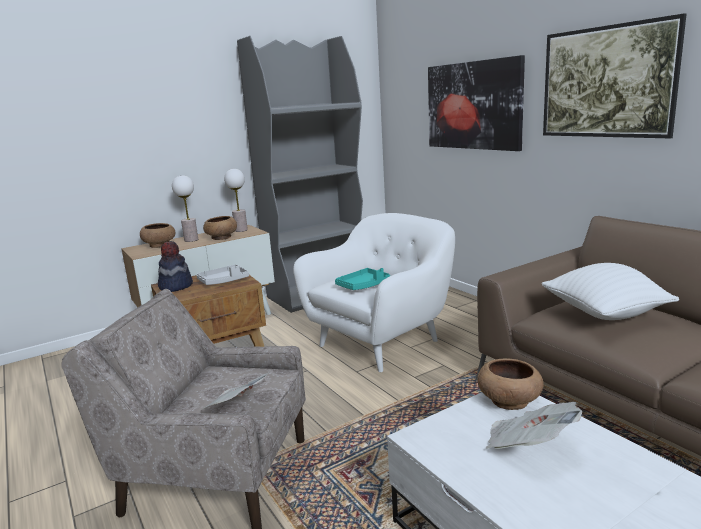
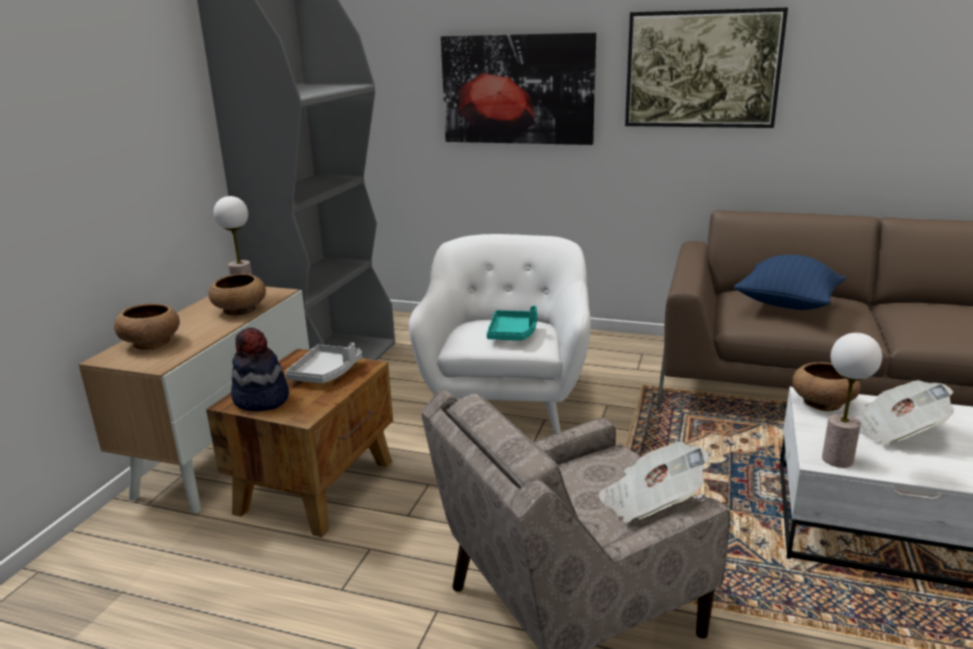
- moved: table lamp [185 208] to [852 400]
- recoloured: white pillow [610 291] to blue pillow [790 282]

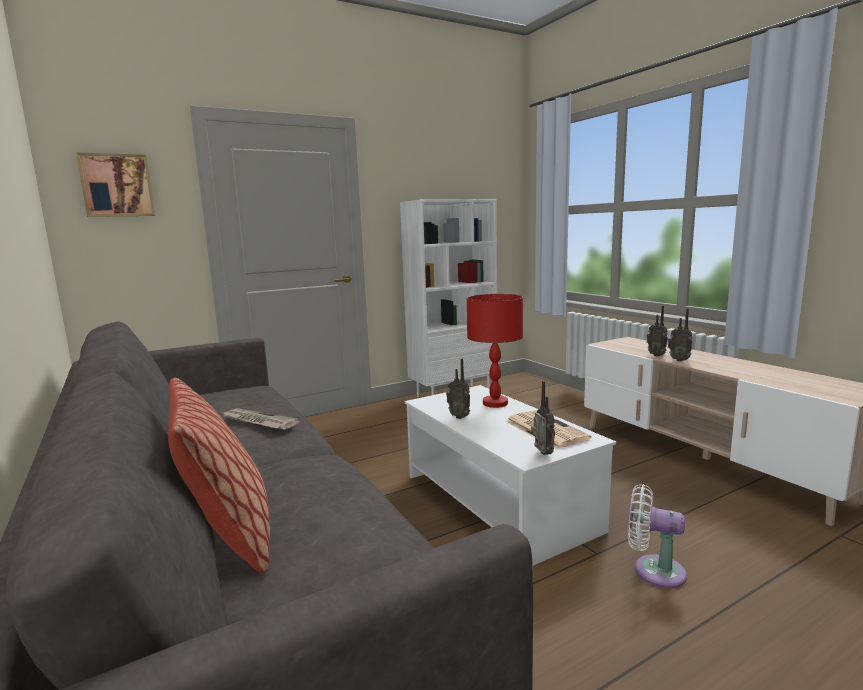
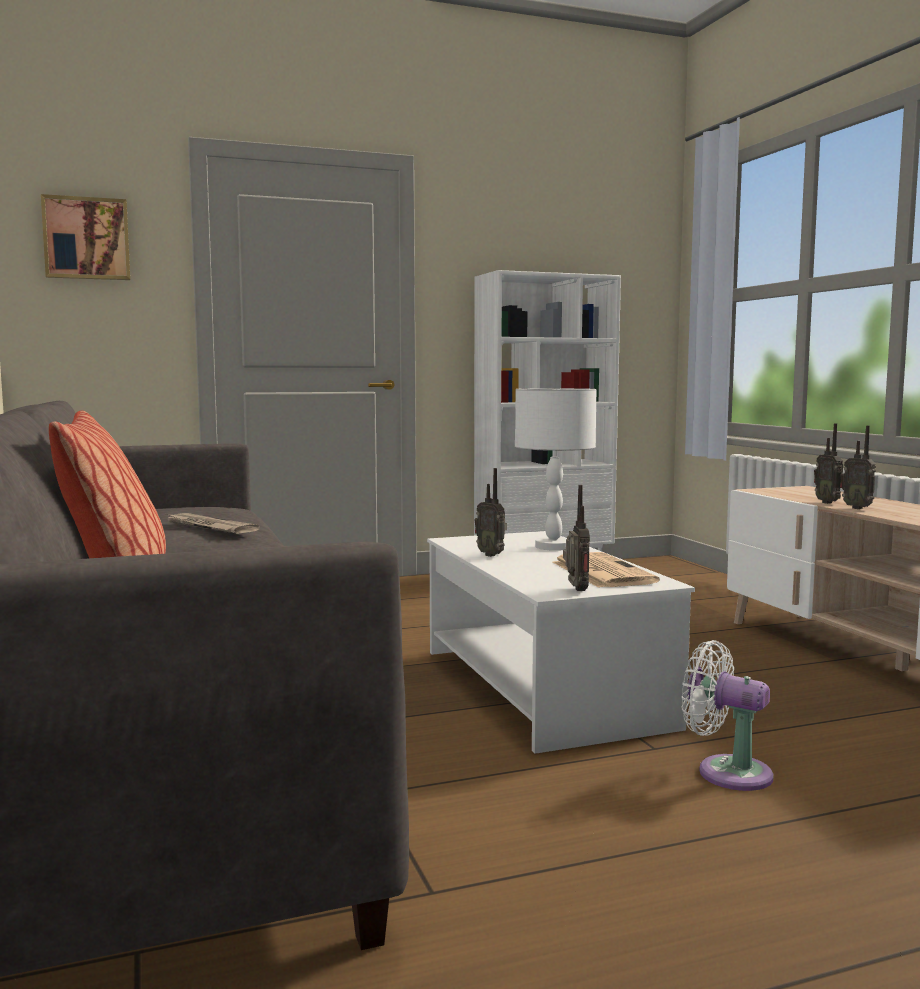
- recoloured: red table lamp [495 351] to white table lamp [556 469]

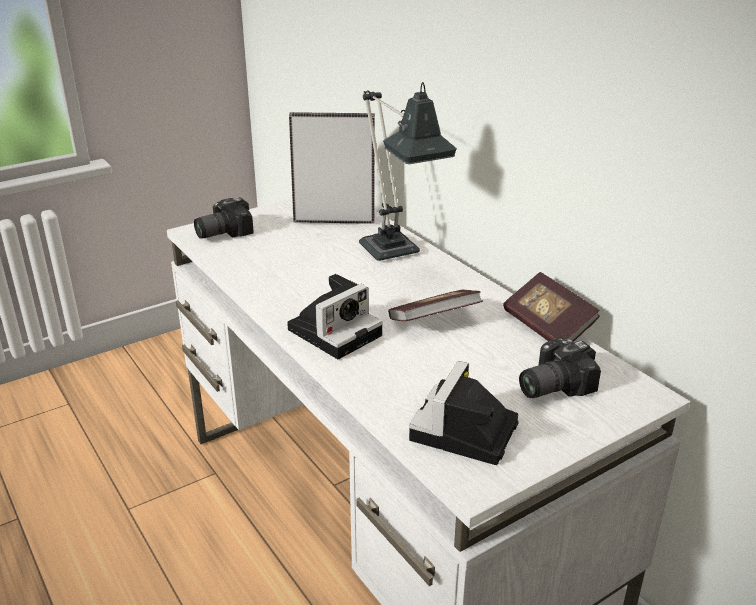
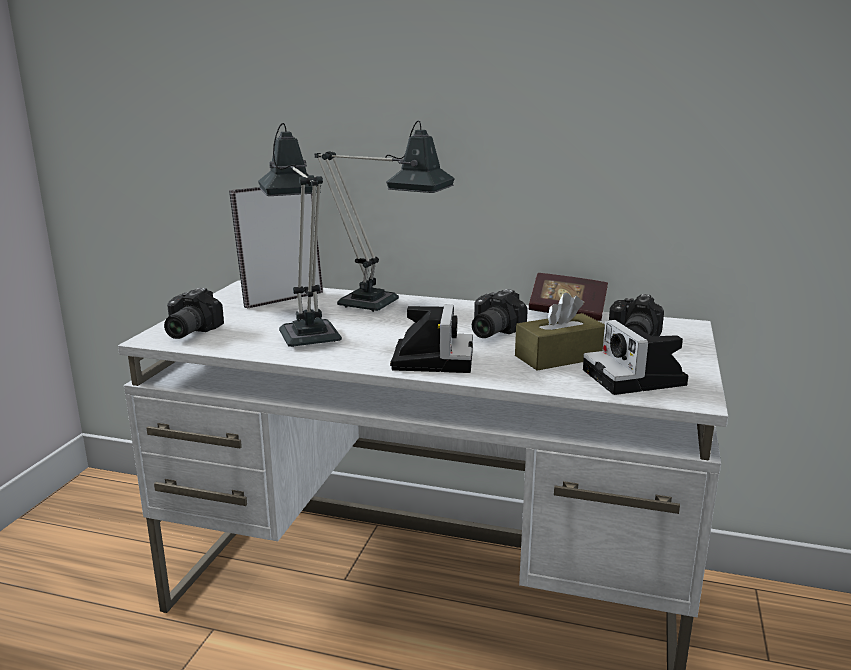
- replaced: book [435 305] to photo camera [500 313]
- added: table lamp [300 235]
- added: brown tissue box [560 331]

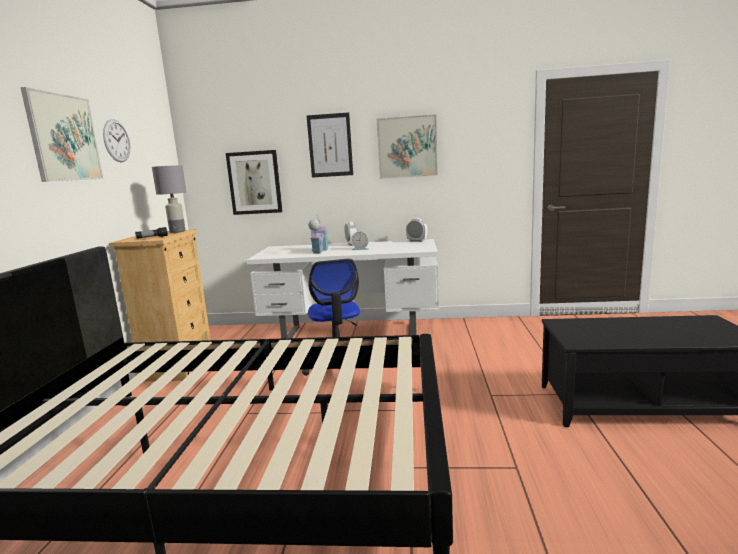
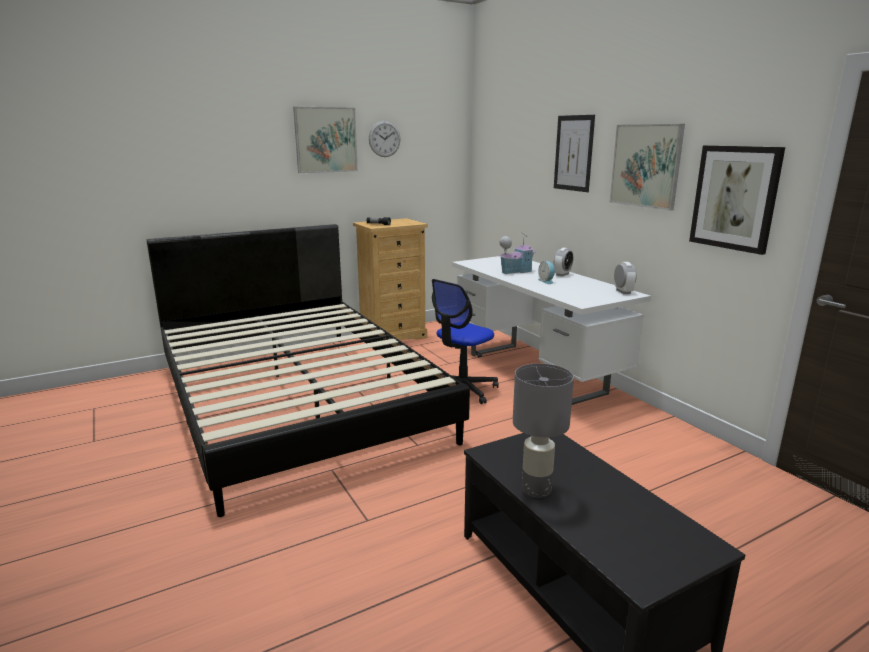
- moved: picture [254 182] to [737 200]
- moved: grey table lamp [169 199] to [543 430]

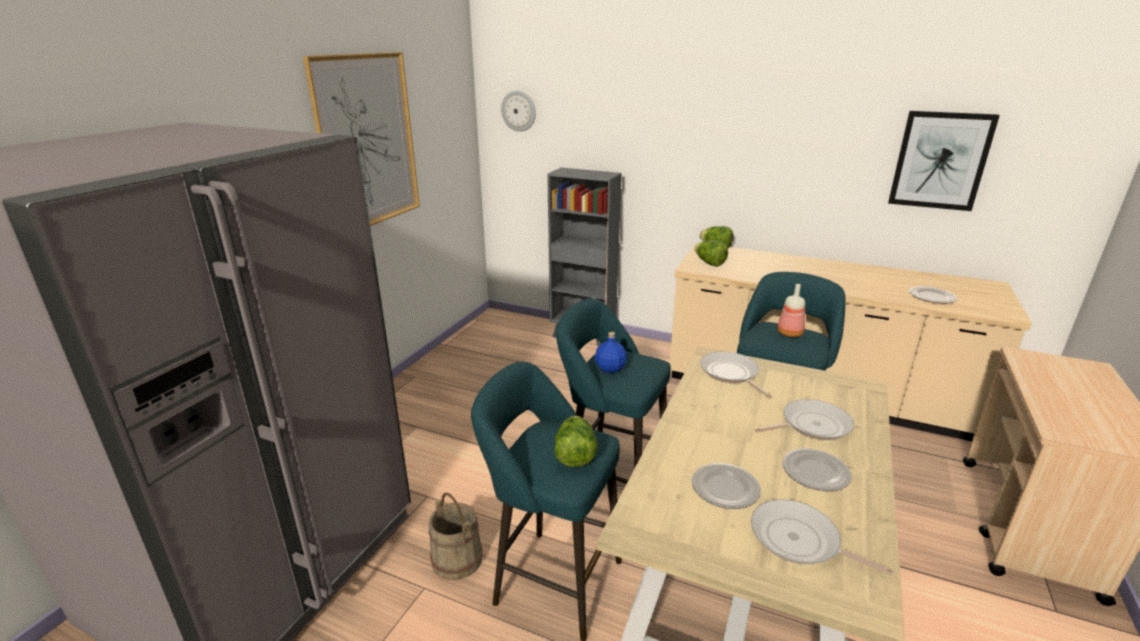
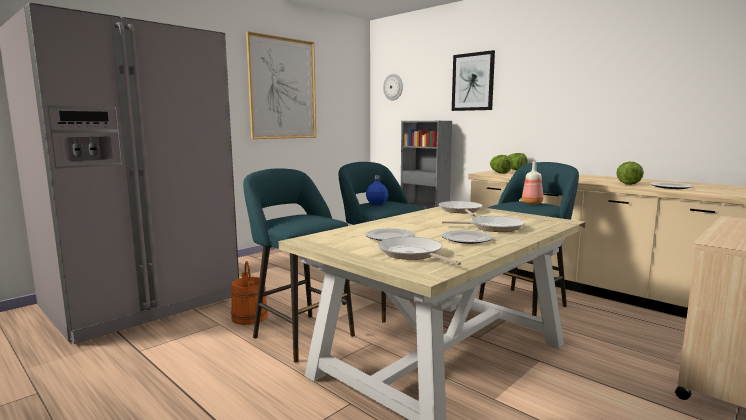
- moved: picture [944 161] to [473 80]
- moved: lettuce [576 441] to [630 173]
- recoloured: beige bucket [456 536] to orange bucket [249 293]

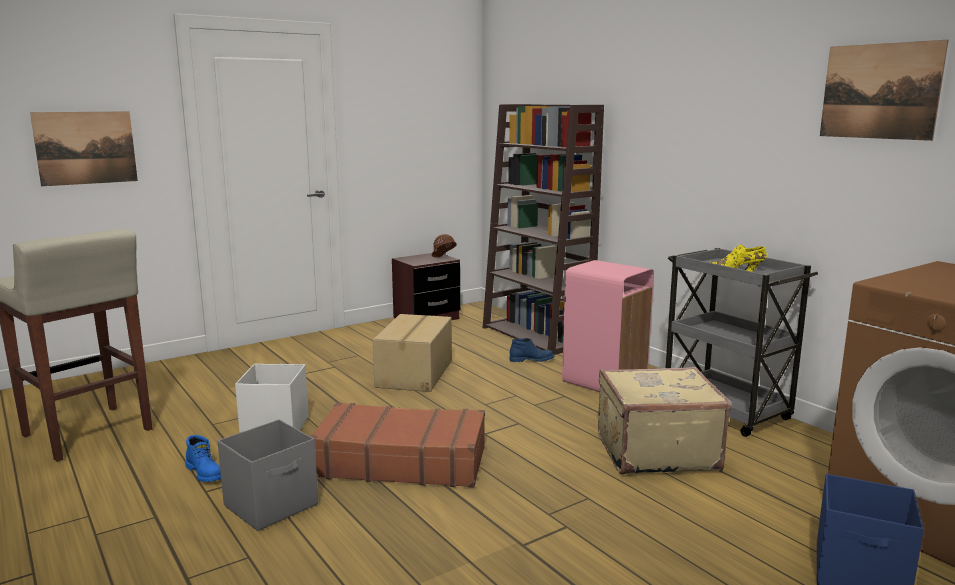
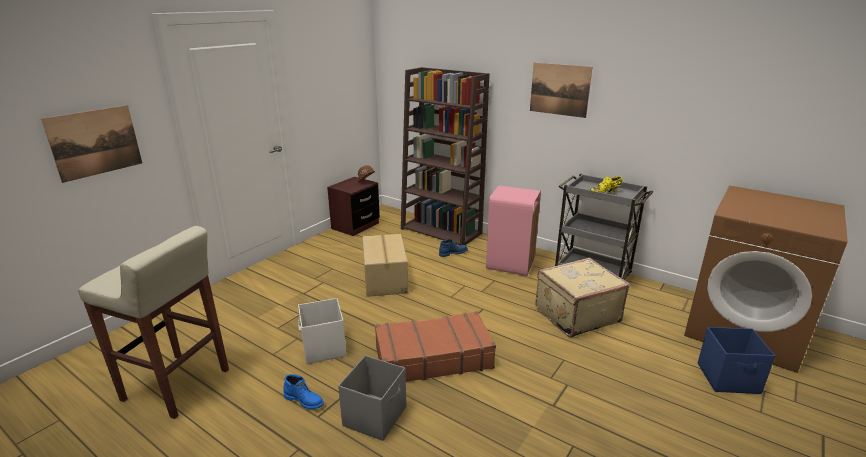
- moved: picture [884 90] to [561 90]

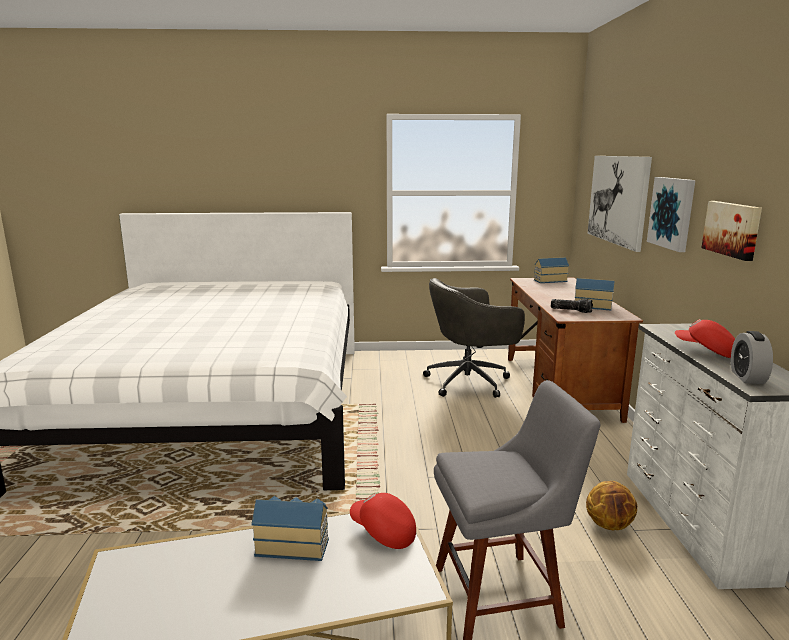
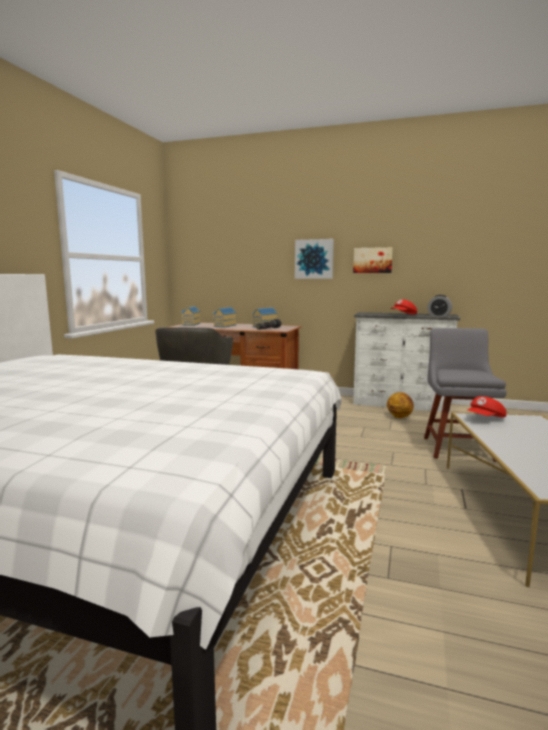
- removed: picture [620 204]
- moved: toy house [290 528] to [224 317]

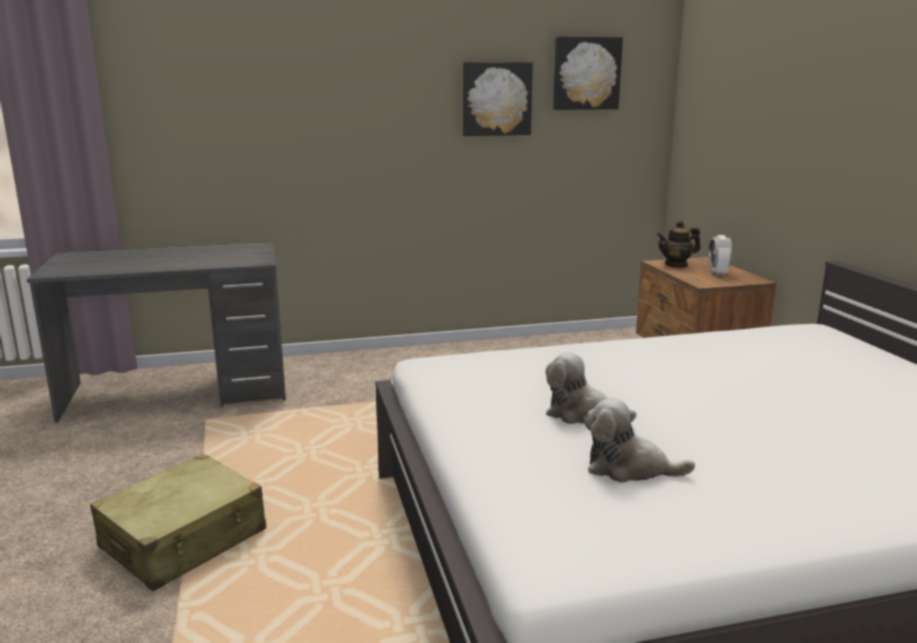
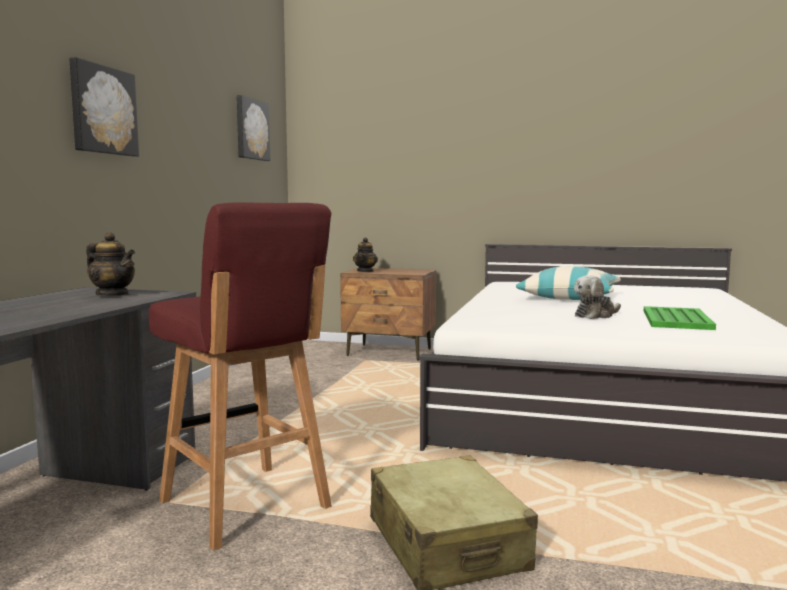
- moved: picture [498 99] to [104 107]
- removed: alarm clock [720 255]
- replaced: plush toy [639 440] to green tray [680 318]
- added: red stool [240 376]
- added: teapot [110 264]
- added: pillow [568 283]

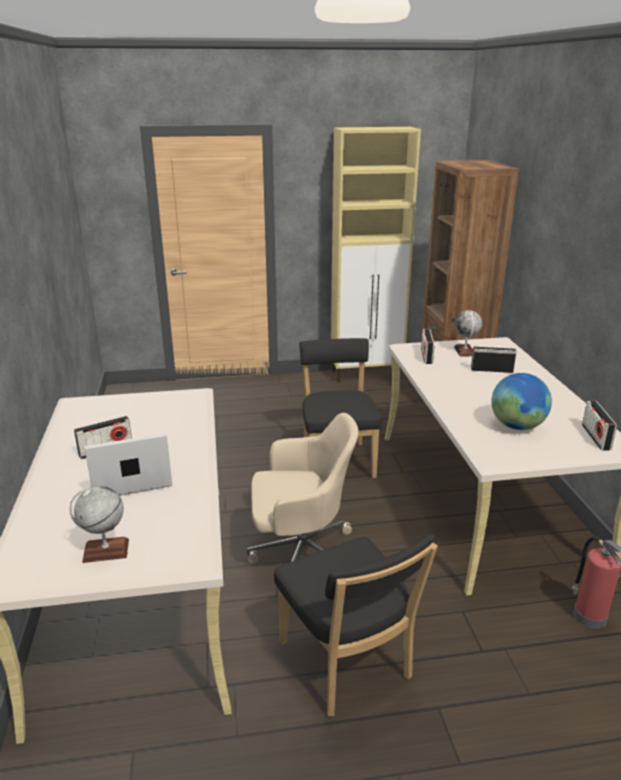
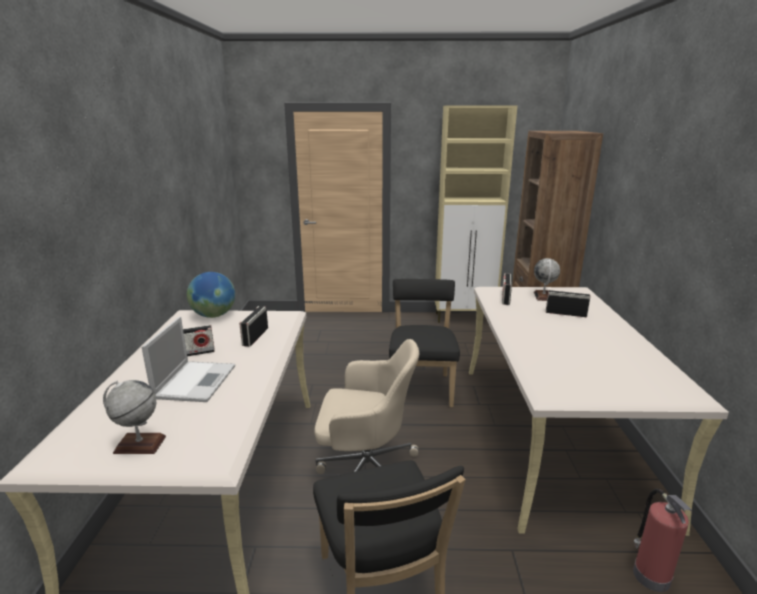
- moved: globe [522 401] to [211 295]
- moved: radio [599 426] to [253 326]
- turned: laptop [128 464] = [188 359] 105 degrees clockwise

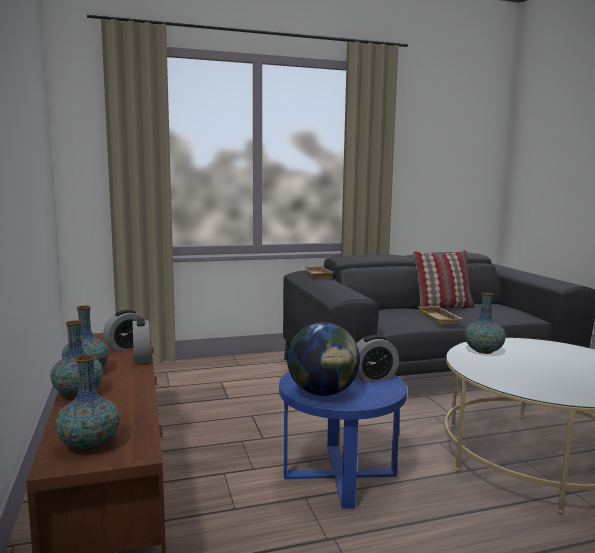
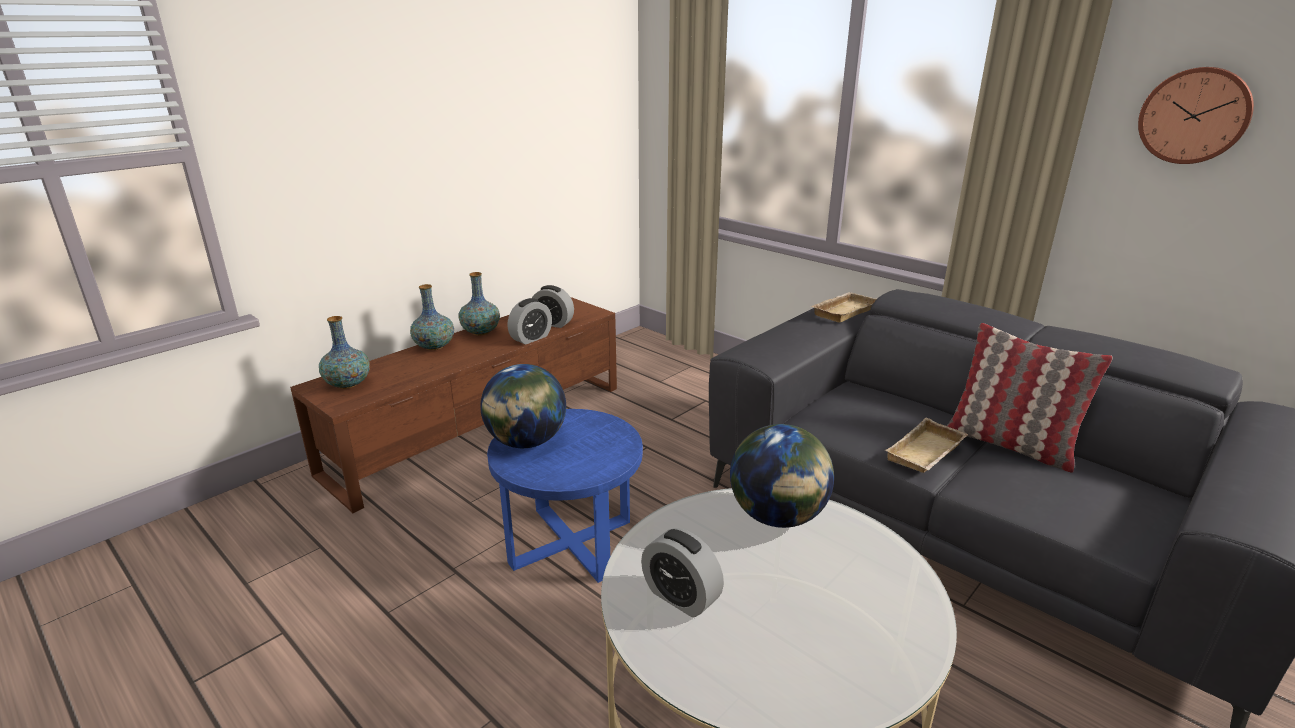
- replaced: vase [485 323] to globe [782 476]
- moved: alarm clock [377 359] to [682 572]
- added: wall clock [1196 115]

